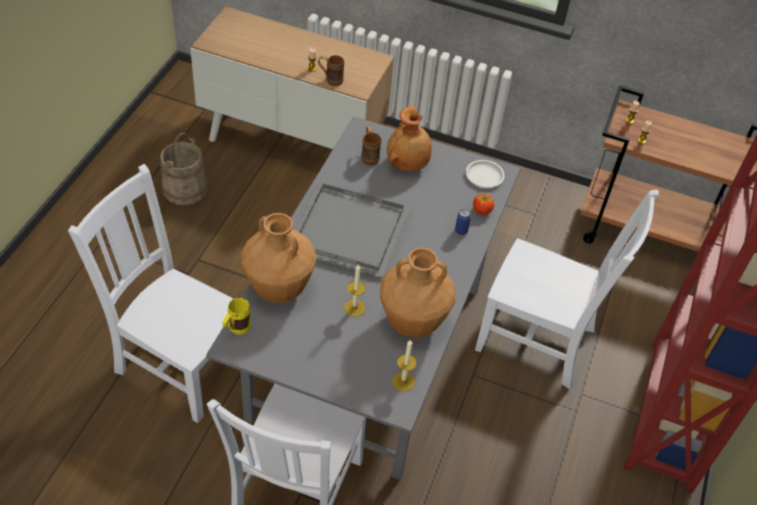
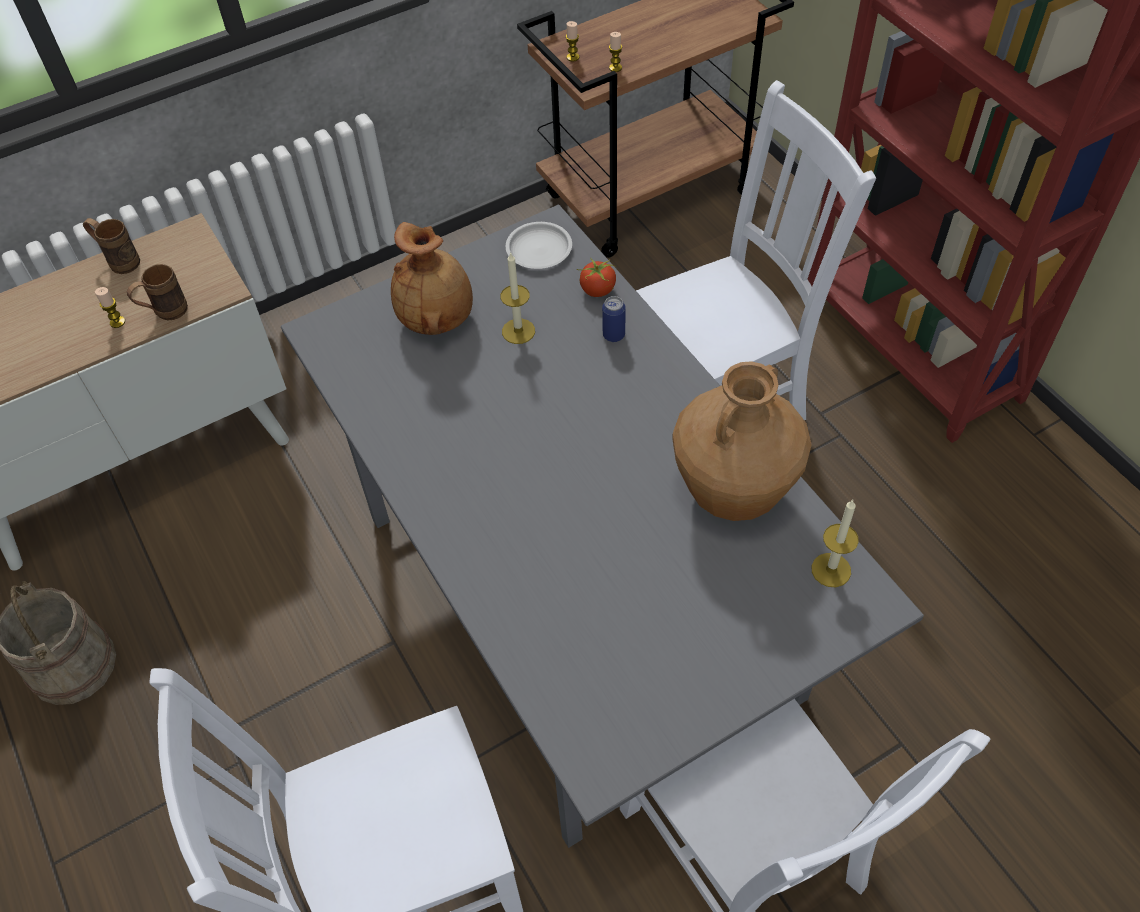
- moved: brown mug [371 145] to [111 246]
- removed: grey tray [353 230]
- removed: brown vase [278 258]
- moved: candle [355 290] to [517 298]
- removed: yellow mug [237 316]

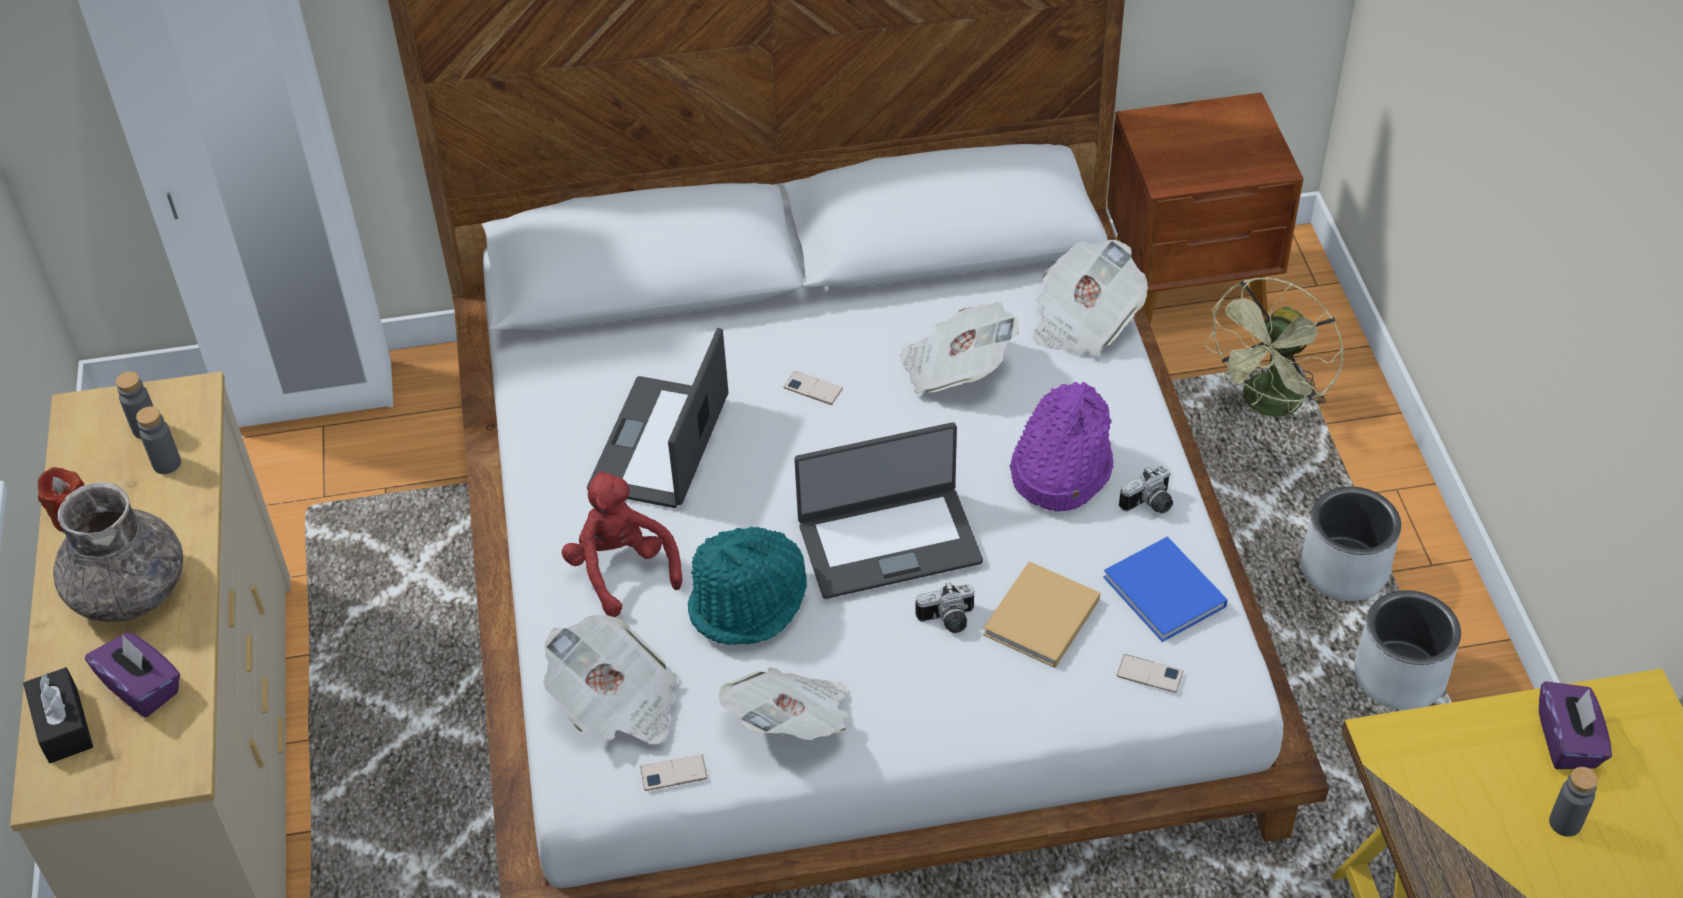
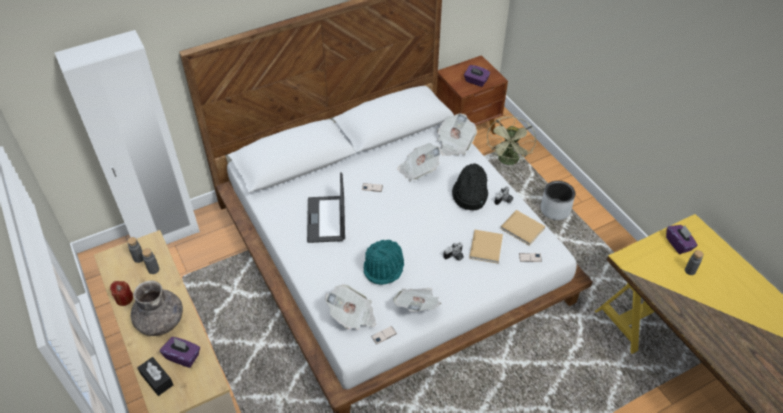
- recoloured: purple hat [1062 446] to black hat [470 186]
- removed: laptop [888 510]
- removed: red plush toy [622 543]
- recoloured: blue book [1165 589] to beige book [523 228]
- removed: grey planter [1407 650]
- added: purple tissue box [477 76]

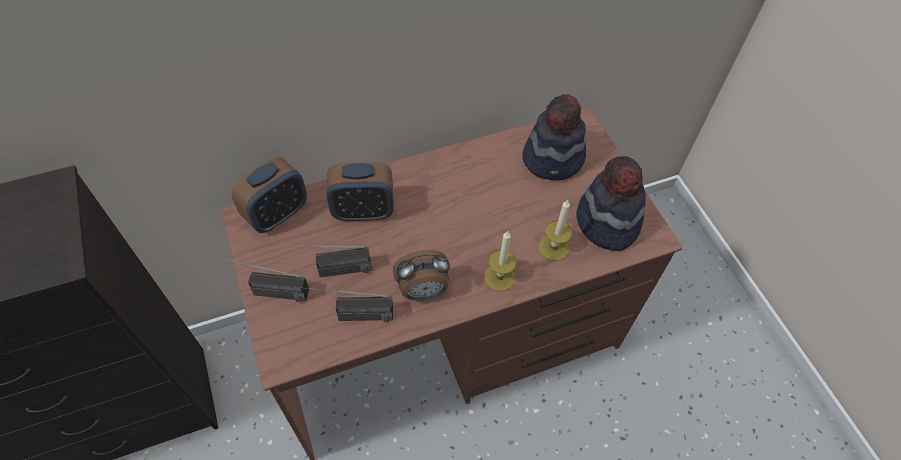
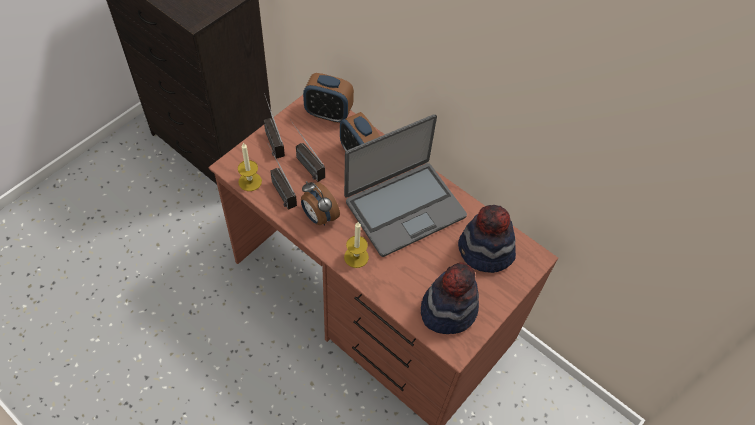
- moved: candle [555 230] to [250 166]
- added: laptop [405 185]

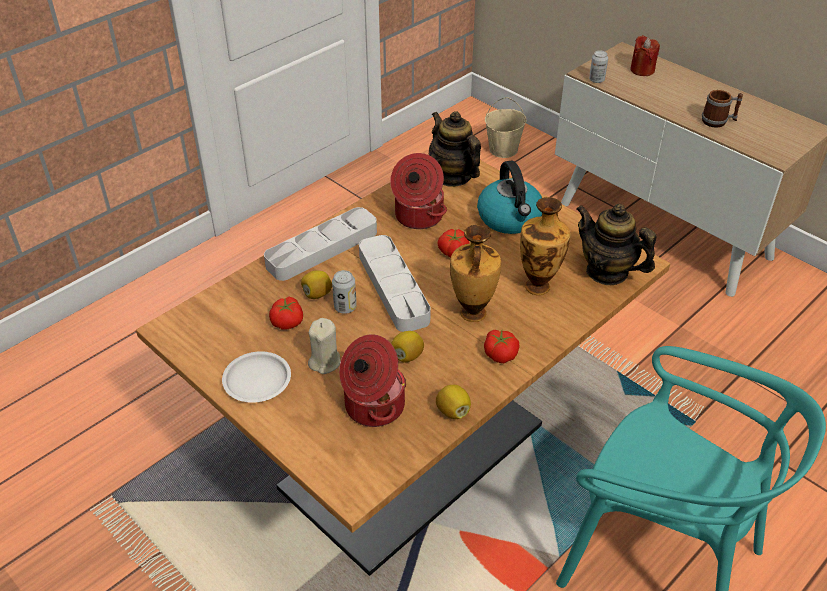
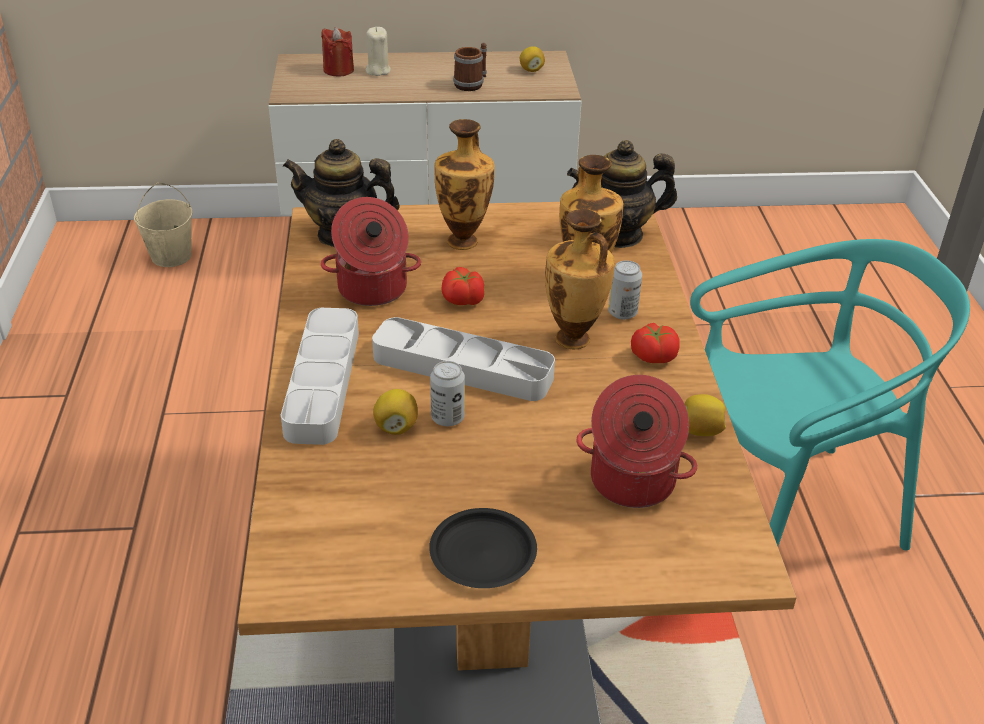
- moved: can [598 67] to [625 290]
- replaced: kettle [509 197] to vase [465 184]
- removed: tomato [286 313]
- moved: beige candle [324 346] to [378 51]
- moved: lemon [407 346] to [532 59]
- recoloured: white plate [256 377] to black plate [483 548]

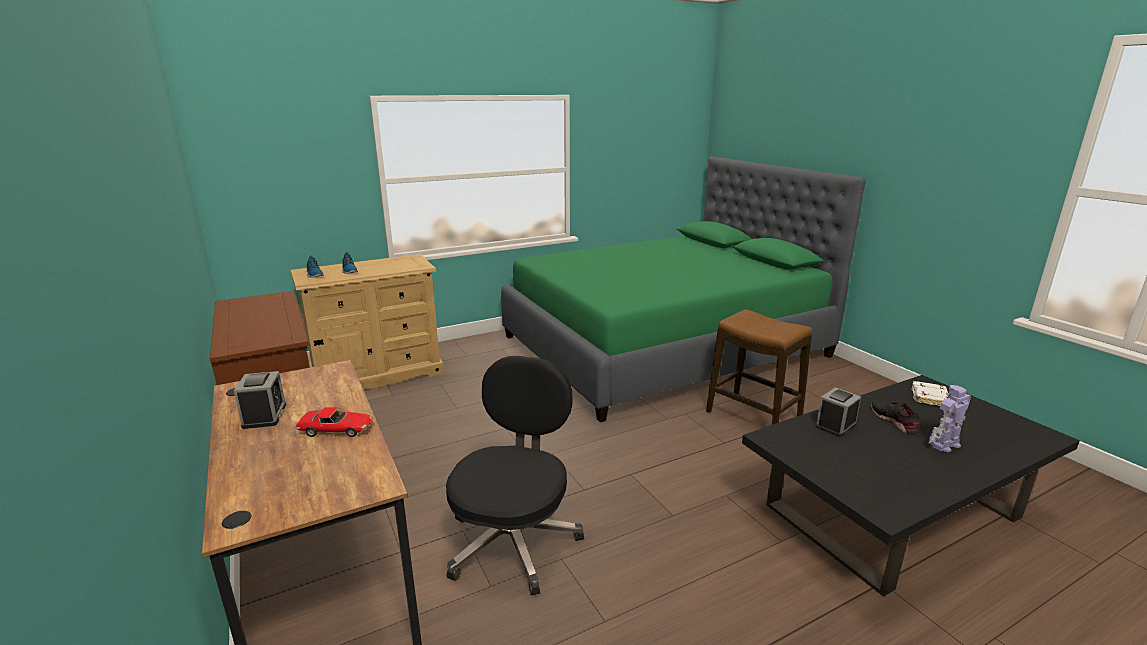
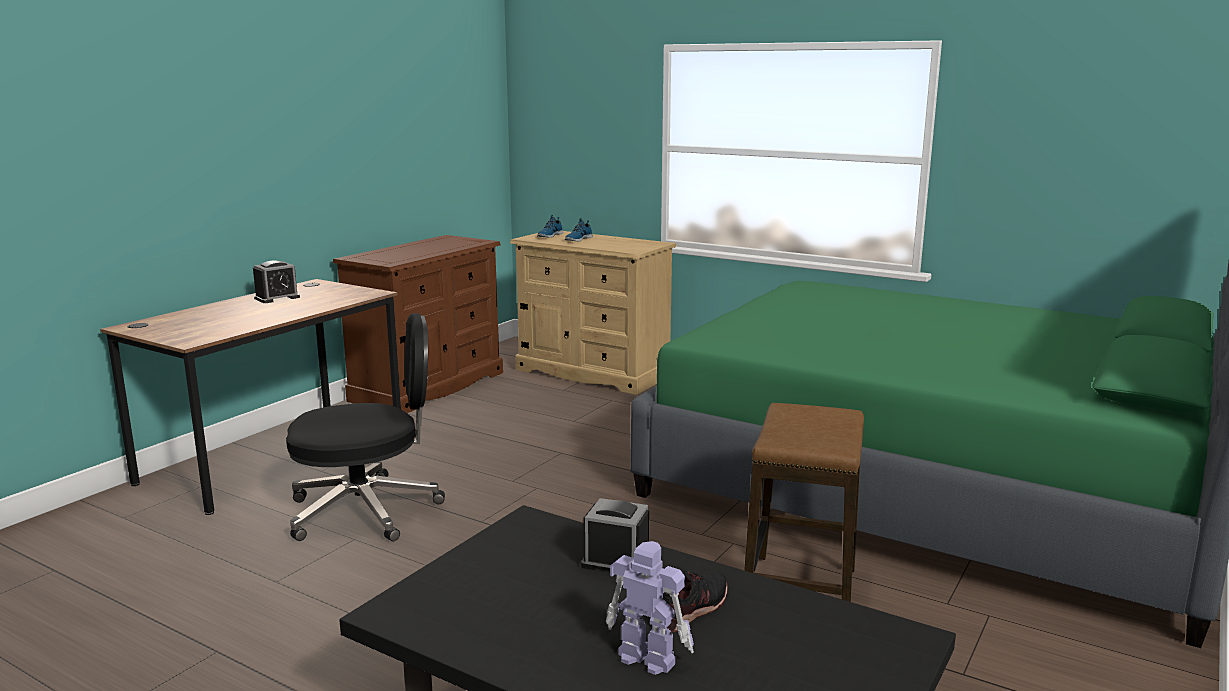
- removed: white book [930 393]
- removed: toy car [334 422]

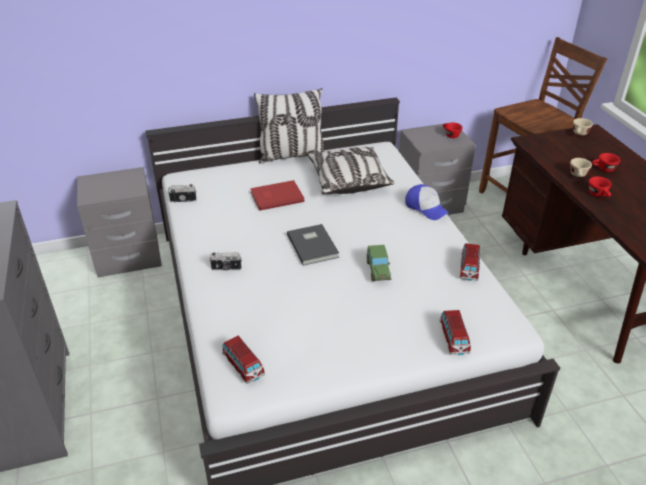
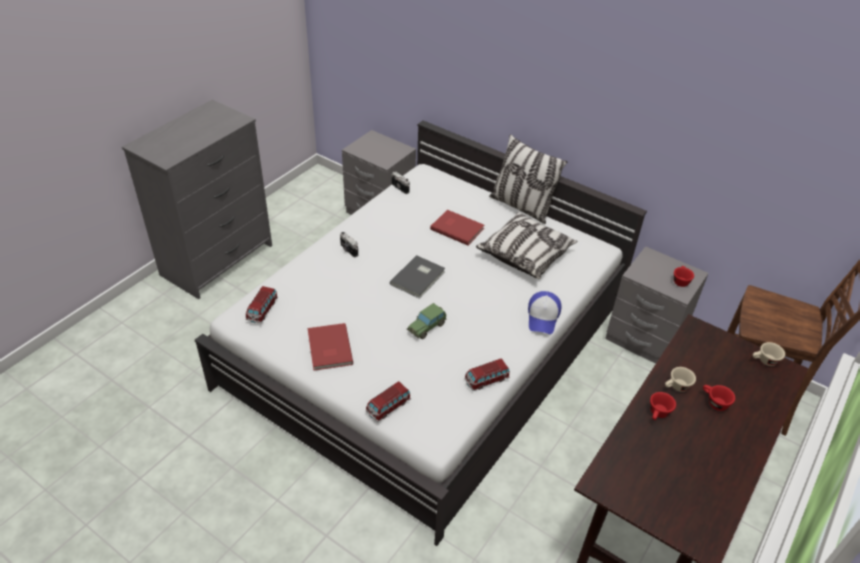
- added: red book [330 347]

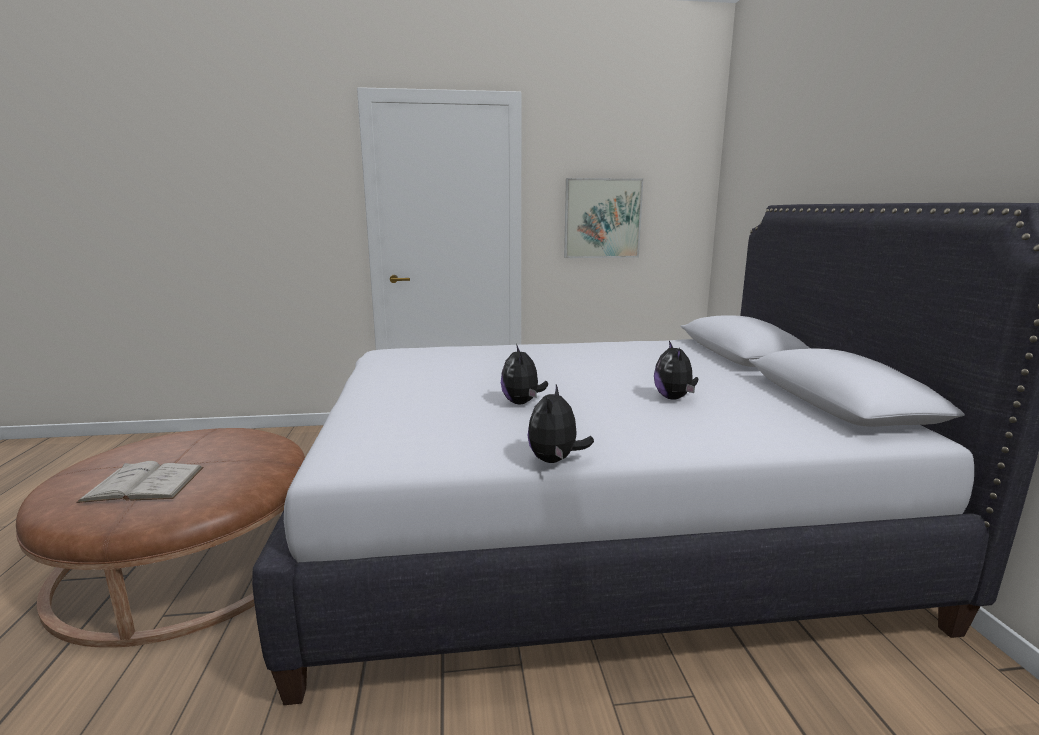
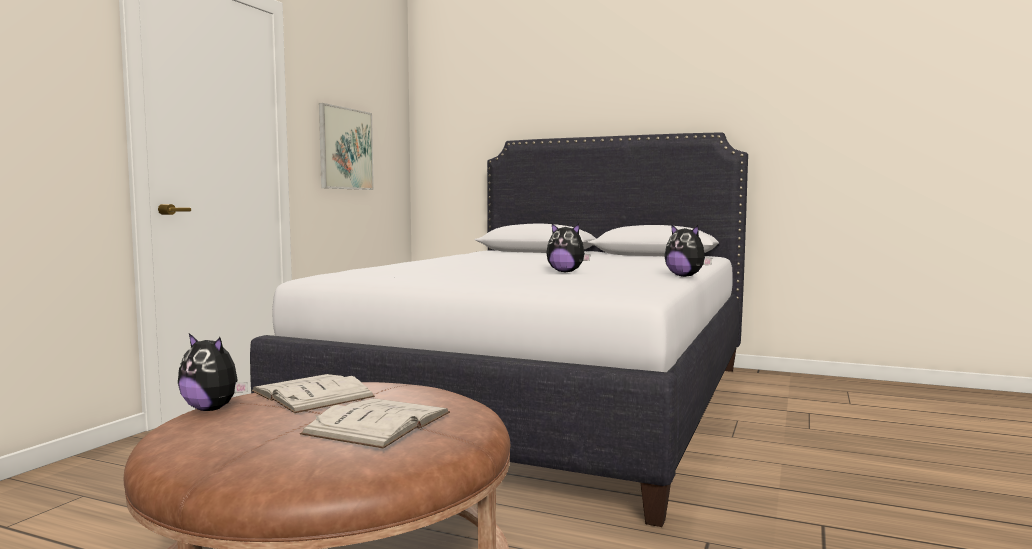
- moved: plush toy [676 370] to [213 372]
- added: white book [313 393]

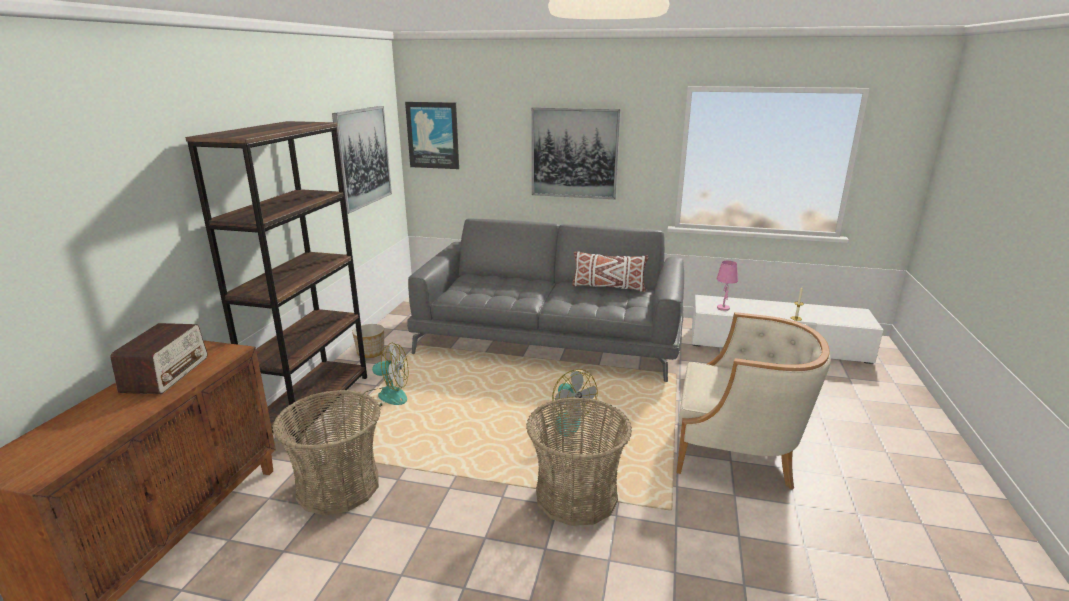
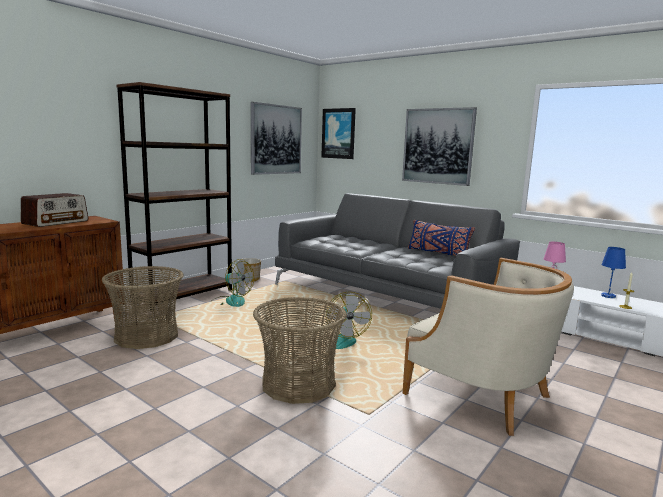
- recoloured: white pillow [610 271] to blue pillow [441 238]
- added: blue table lamp [613 272]

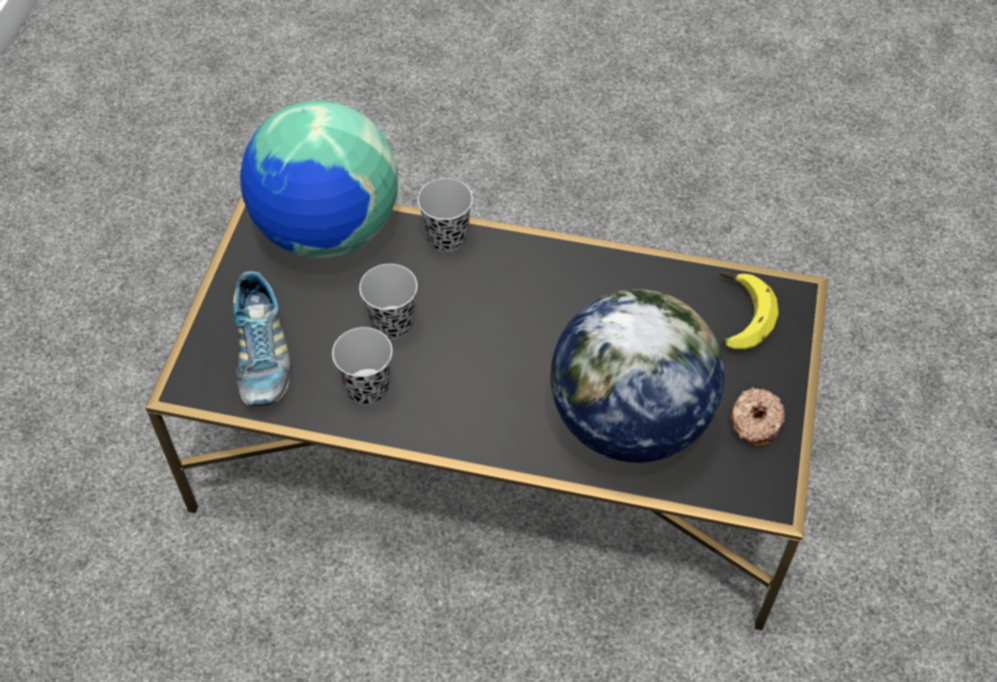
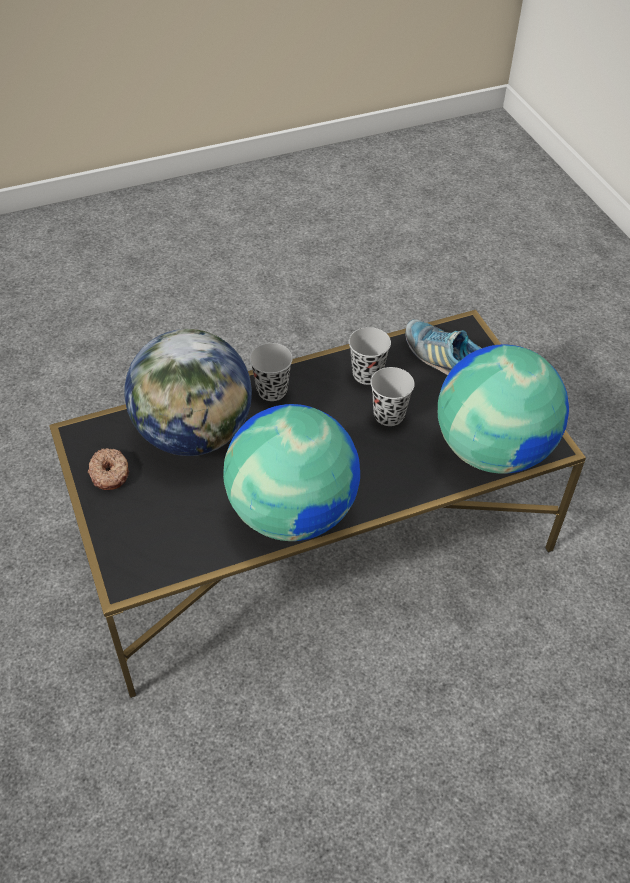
- moved: black cup [445 215] to [271 372]
- removed: banana [749 310]
- added: globe [291 472]

